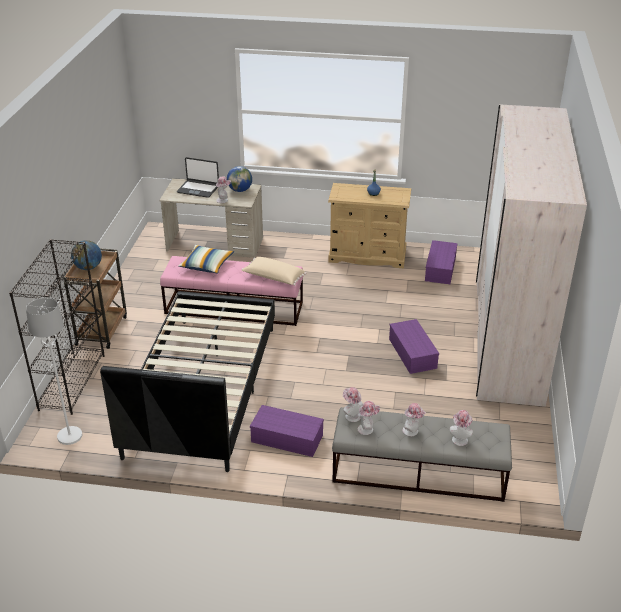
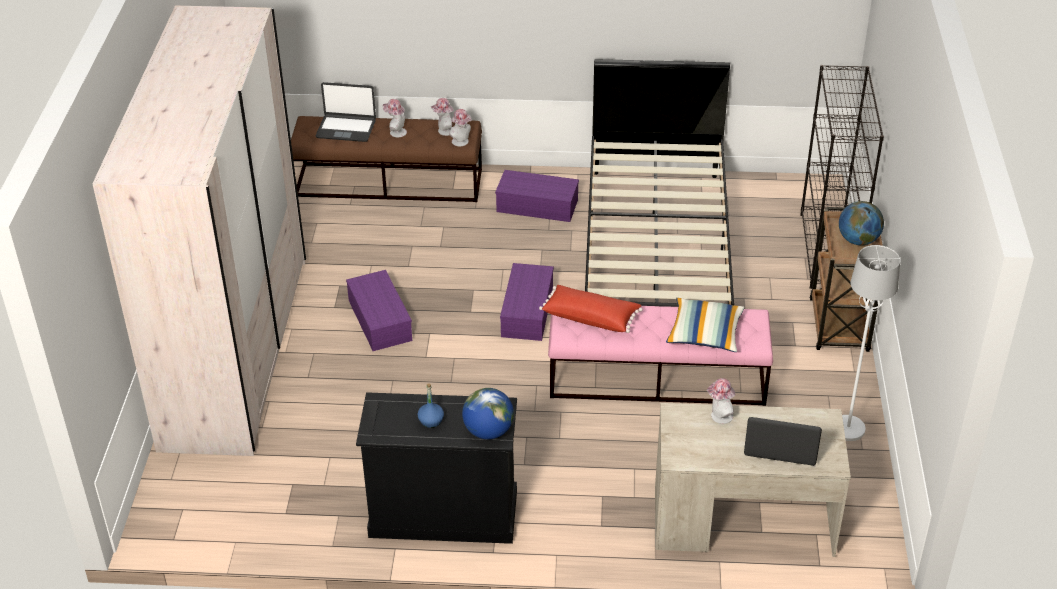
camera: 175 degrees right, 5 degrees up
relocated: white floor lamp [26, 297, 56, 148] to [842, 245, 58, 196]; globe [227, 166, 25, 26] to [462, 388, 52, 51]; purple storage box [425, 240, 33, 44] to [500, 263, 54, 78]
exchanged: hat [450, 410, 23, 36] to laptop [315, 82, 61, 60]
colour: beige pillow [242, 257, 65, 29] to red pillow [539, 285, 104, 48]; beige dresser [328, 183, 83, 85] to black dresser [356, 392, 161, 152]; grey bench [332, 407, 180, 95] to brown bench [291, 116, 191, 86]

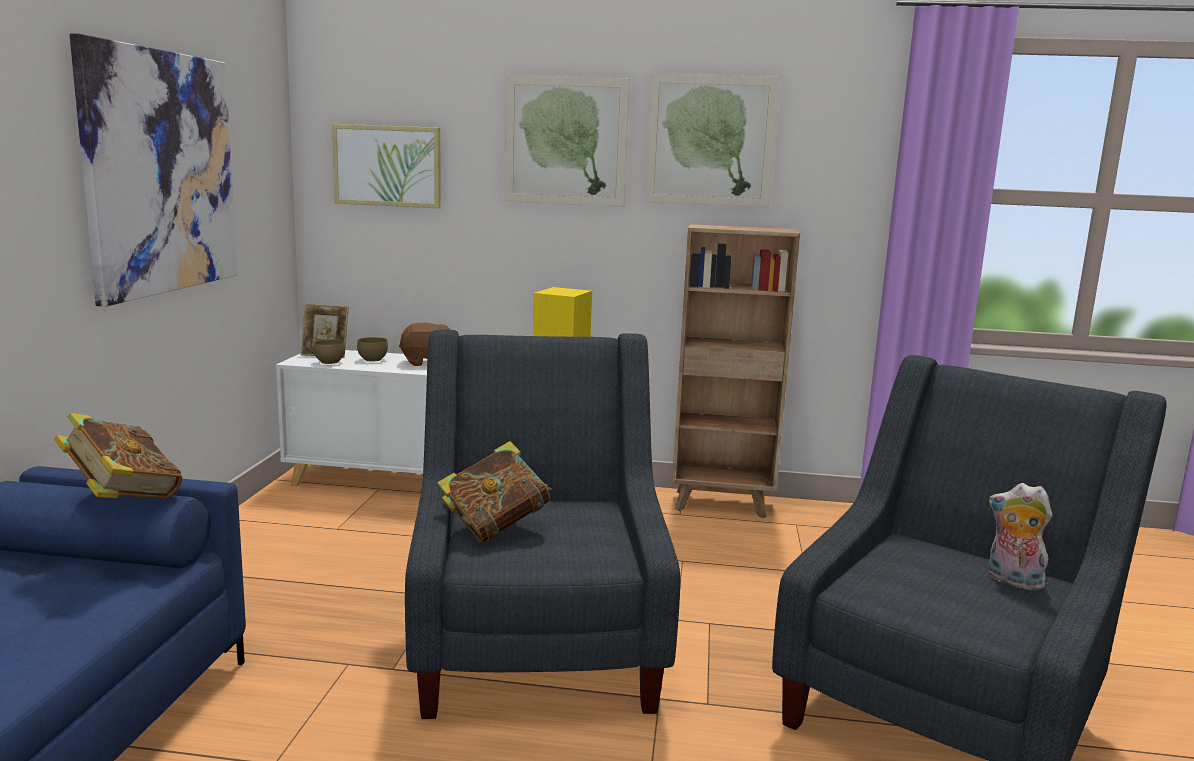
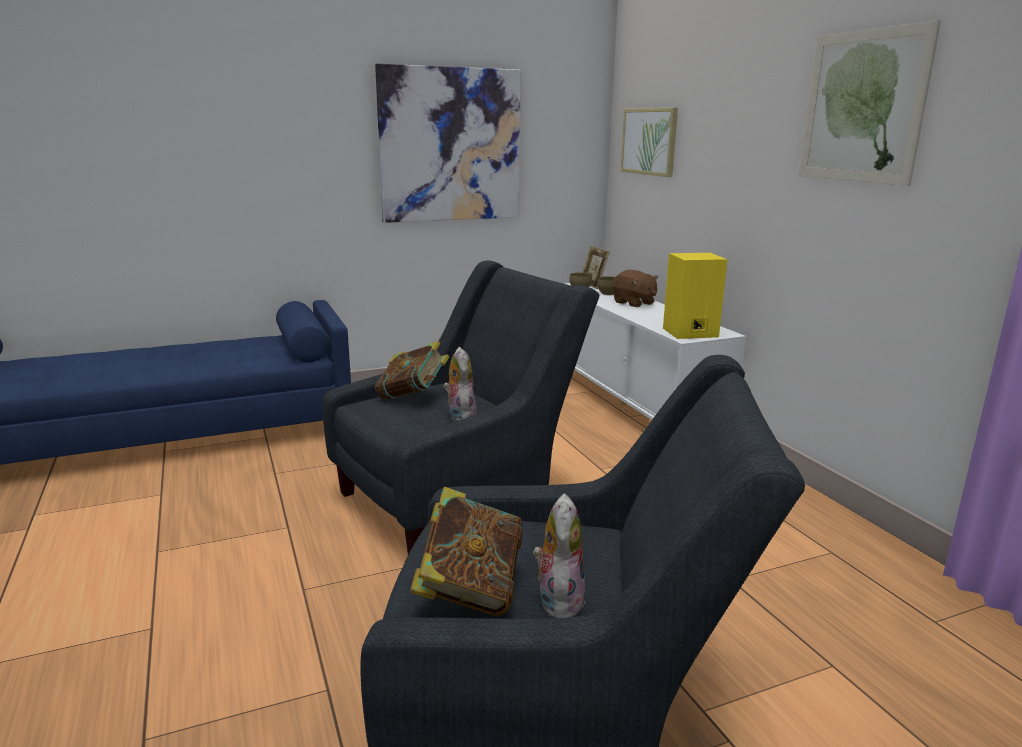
camera: 60 degrees right, 5 degrees up
missing: picture [504, 75, 126, 132]; brown bookcase [672, 224, 128, 294]
appeared: plush toy [443, 347, 34, 75]
relocated: book [54, 413, 128, 86] to [410, 487, 113, 129]

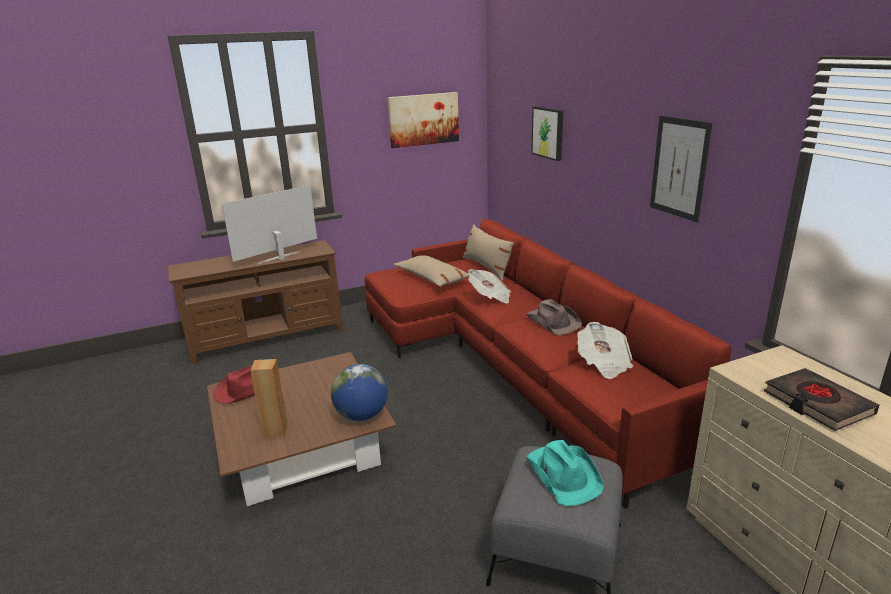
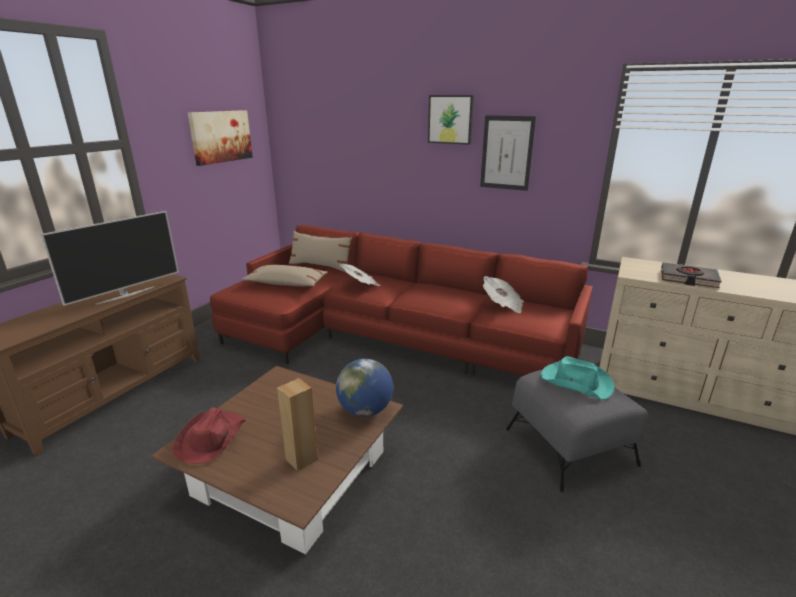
camera: 40 degrees left, 0 degrees up
missing: brown hat [526, 299, 56, 36]
relocated: picture [531, 106, 32, 55] to [428, 95, 46, 50]
spun: television [222, 185, 95, 79] = [41, 211, 138, 95] 150 degrees counterclockwise

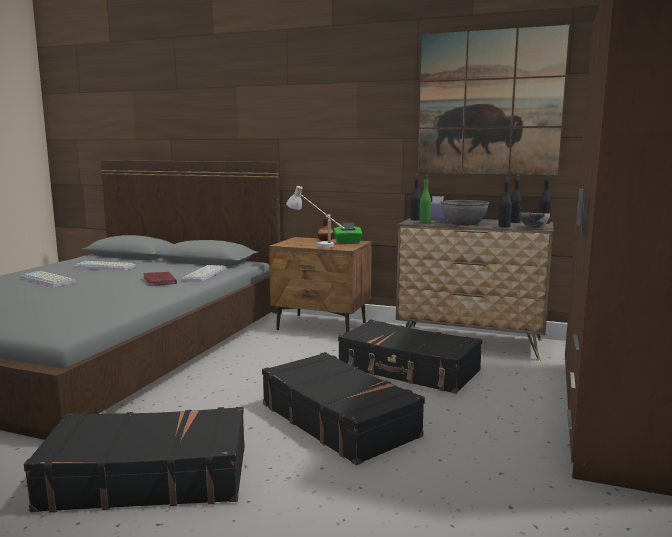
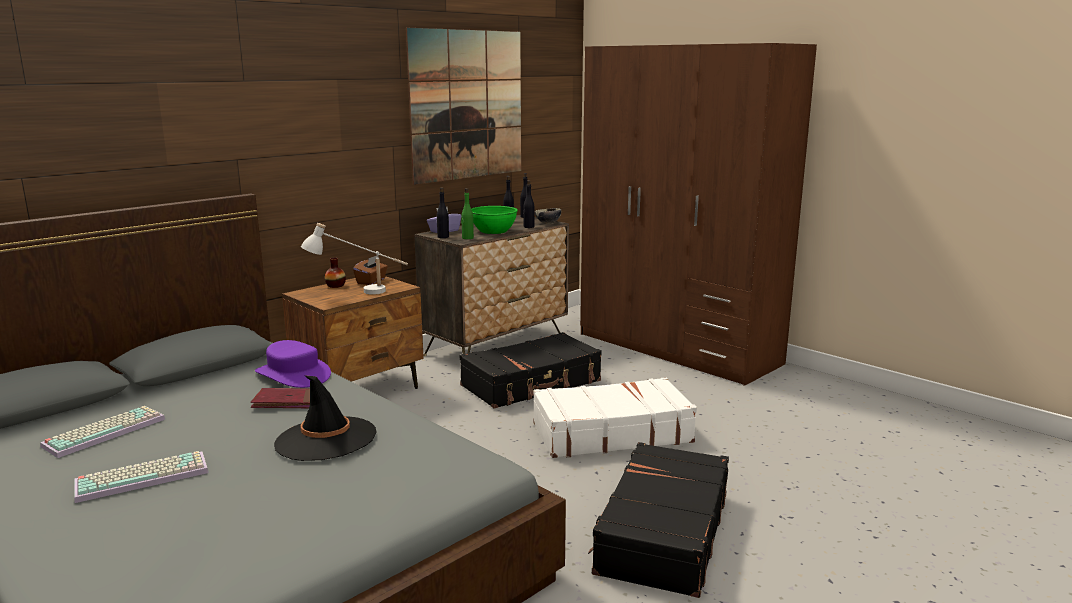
camera: 65 degrees left, 5 degrees up
appeared: black hat [274, 375, 103, 86]
exchanged: keyboard [181, 265, 45, 17] to purple hat [255, 340, 76, 48]
colour: black suitcase [262, 352, 163, 113] to white suitcase [534, 377, 163, 81]; green tissue box [334, 223, 28, 21] to brown tissue box [353, 255, 35, 30]; grey bowl [441, 200, 48, 25] to green bowl [471, 206, 47, 28]

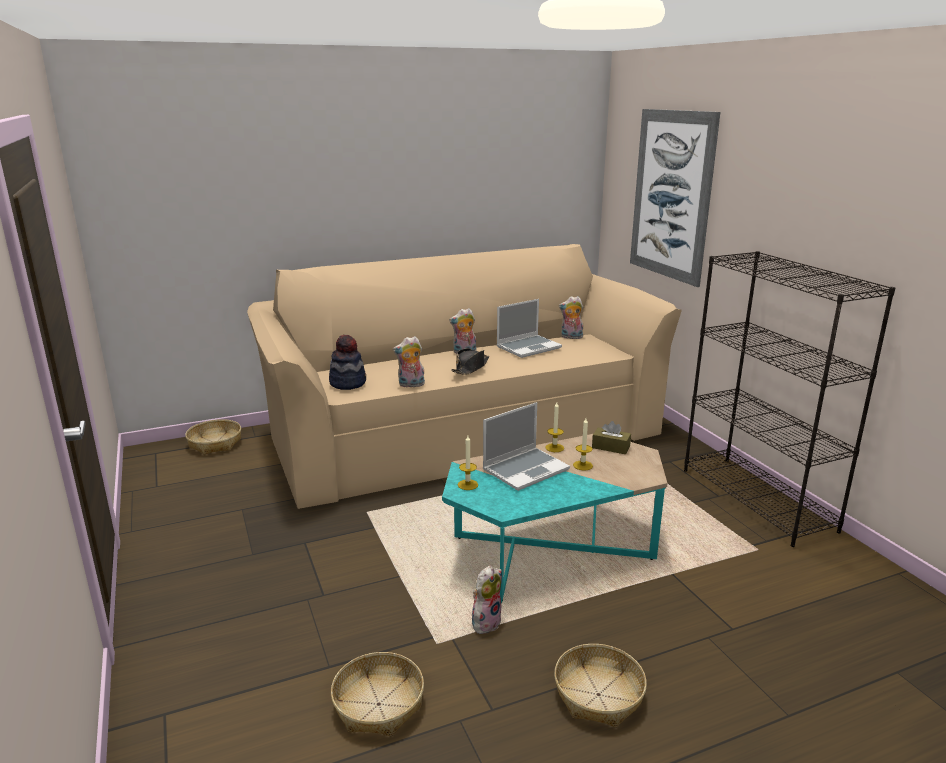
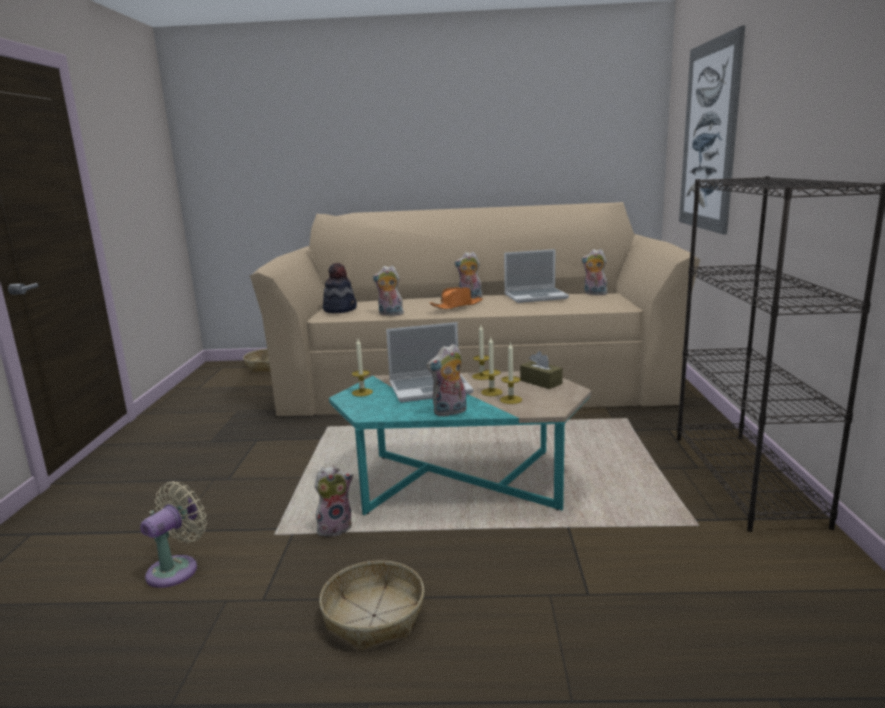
camera: 25 degrees right, 5 degrees down
appeared: plush toy [427, 344, 40, 72]; candle [500, 342, 22, 62]
exchanged: basket [331, 652, 93, 84] to beige fan [140, 481, 67, 107]
colour: black hat [451, 348, 38, 27] to orange hat [430, 287, 53, 22]

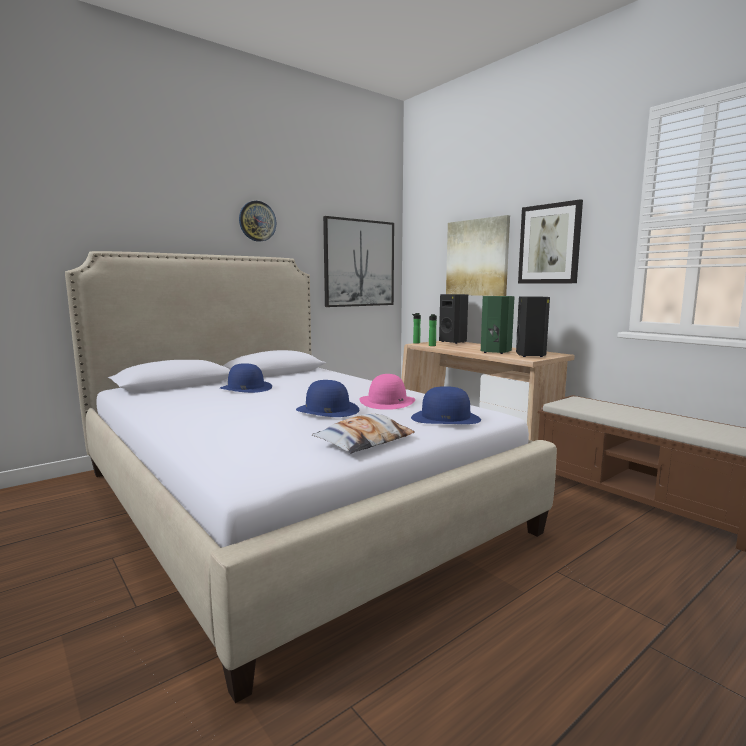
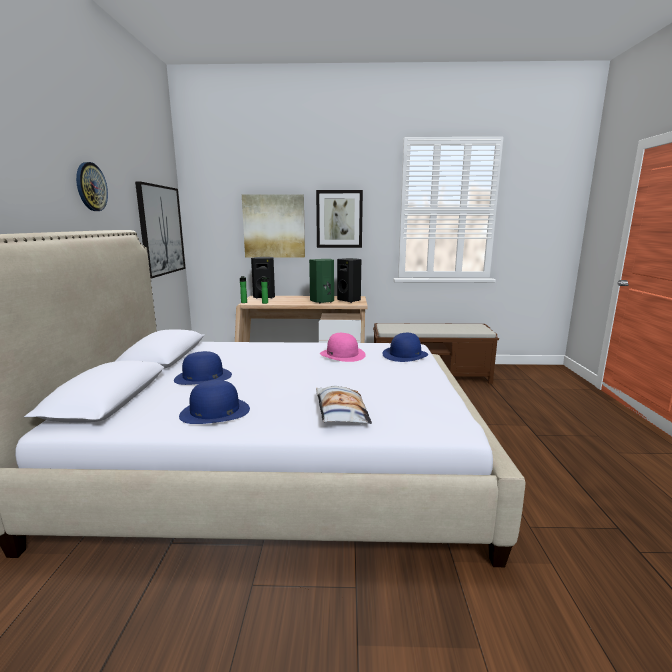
camera: 50 degrees left, 5 degrees up
relocated: blue hat [296, 380, 63, 37] to [179, 380, 71, 44]; pillow [312, 413, 103, 41] to [316, 386, 56, 38]

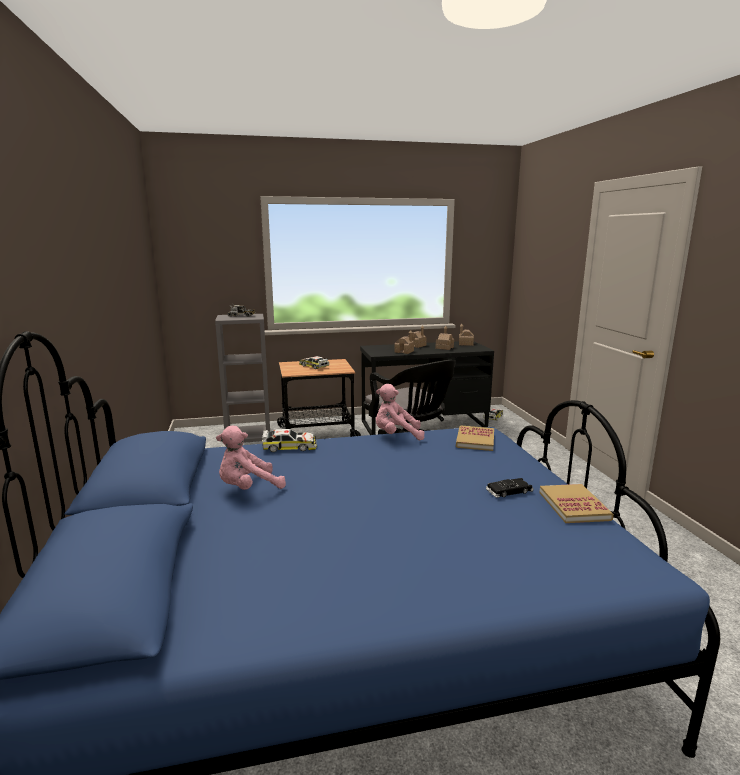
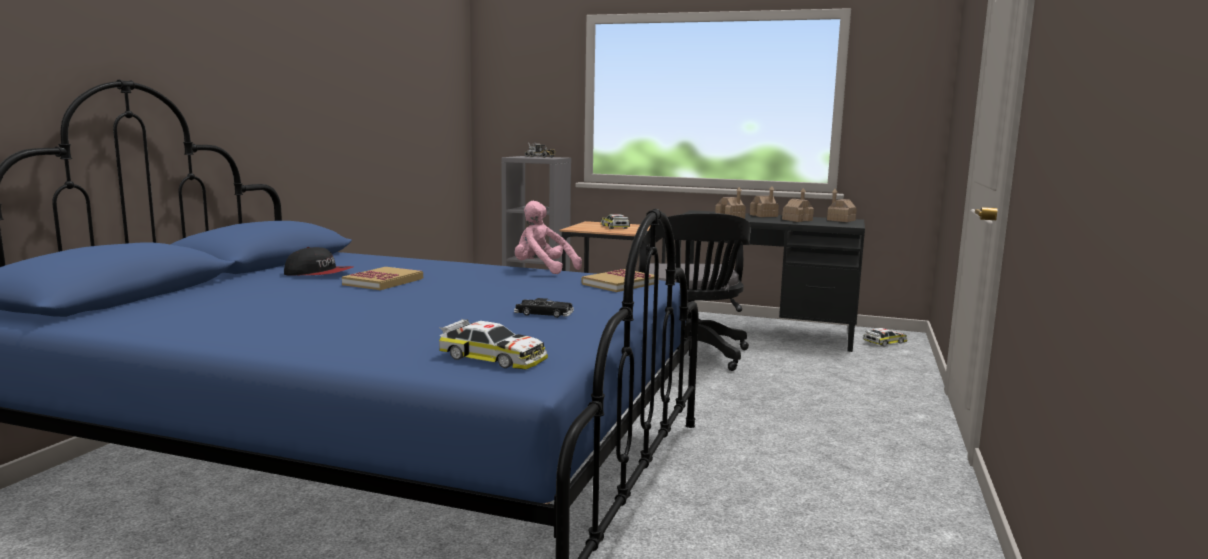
camera: 30 degrees right, 5 degrees down
relocated: toy car [261, 429, 56, 23] to [439, 319, 109, 51]; book [539, 484, 75, 39] to [342, 267, 81, 23]
exchanged: pink plush toy [216, 426, 70, 64] to cap [284, 247, 69, 29]

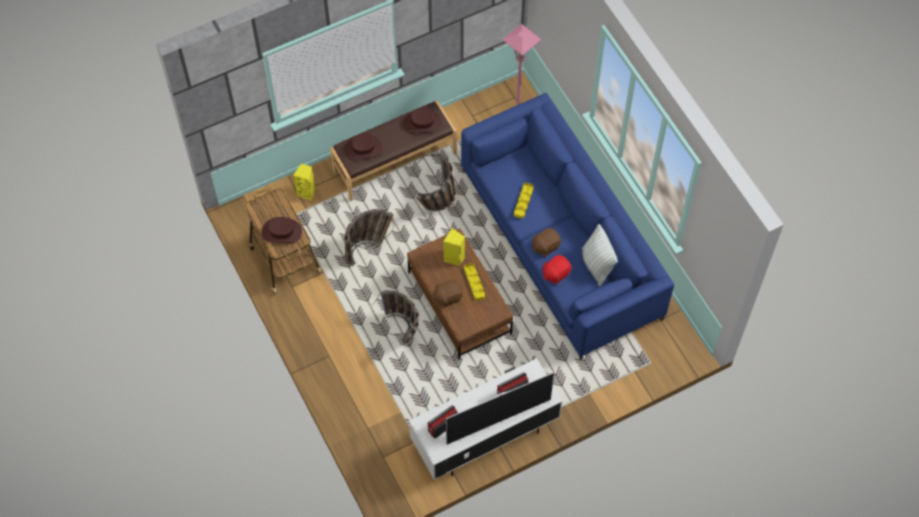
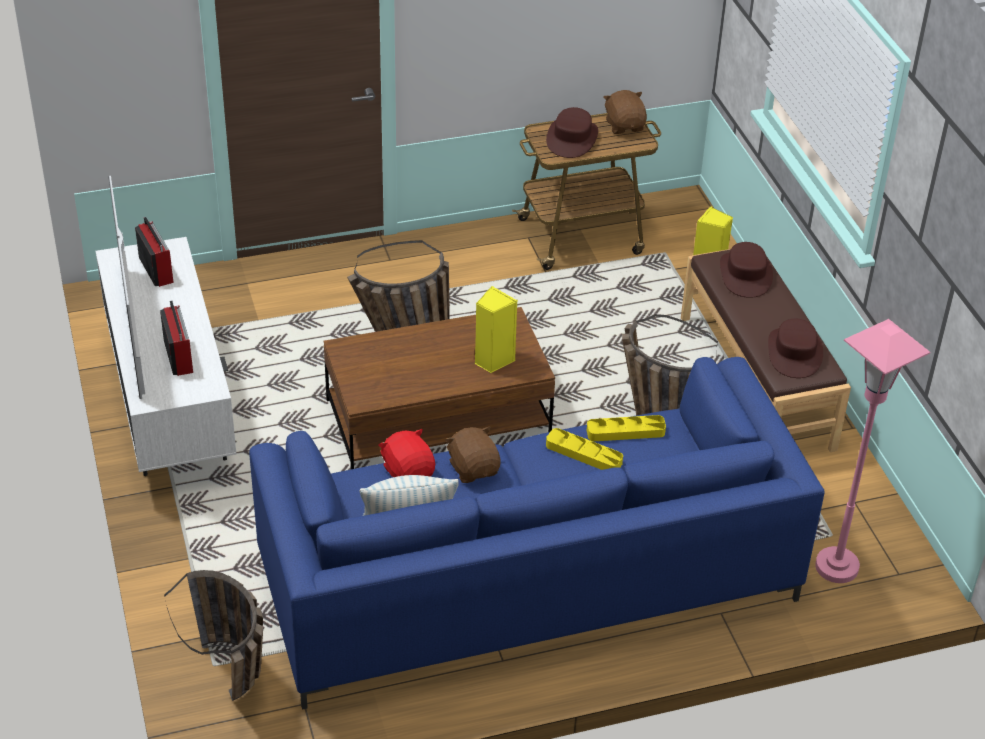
camera: 100 degrees right, 20 degrees down
relocated: basket [345, 209, 49, 58] to [164, 570, 99, 131]; brown plush toy [433, 279, 30, 29] to [604, 90, 43, 44]; yellow tray [464, 263, 21, 38] to [587, 415, 79, 26]

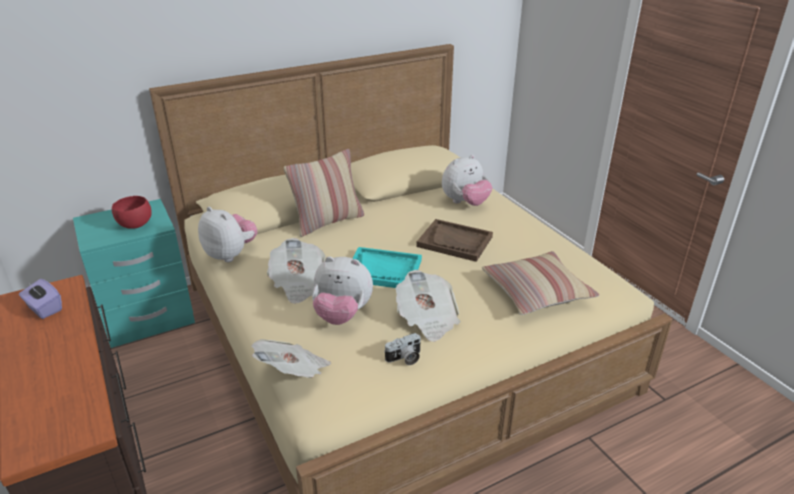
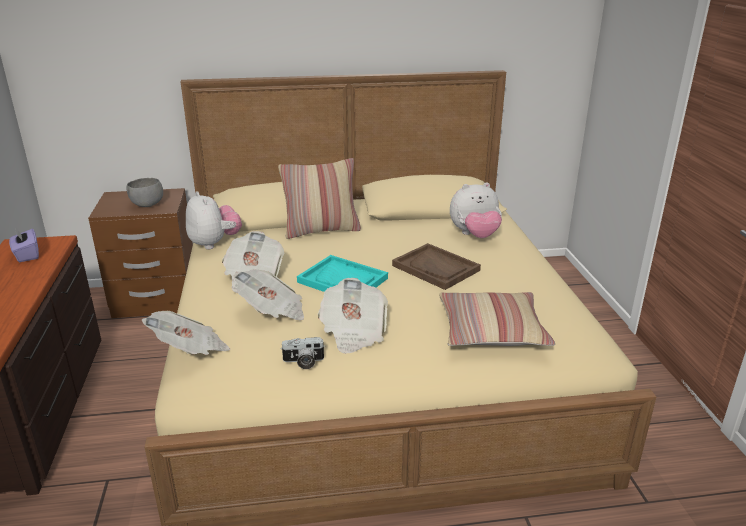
camera: 20 degrees right, 5 degrees down
exchanged: plush toy [312, 256, 61, 69] to newspaper [234, 270, 70, 50]
colour: turquoise nightstand [73, 199, 122, 149] to brown nightstand [88, 188, 105, 130]; red bowl [112, 196, 40, 33] to grey bowl [127, 178, 36, 29]

